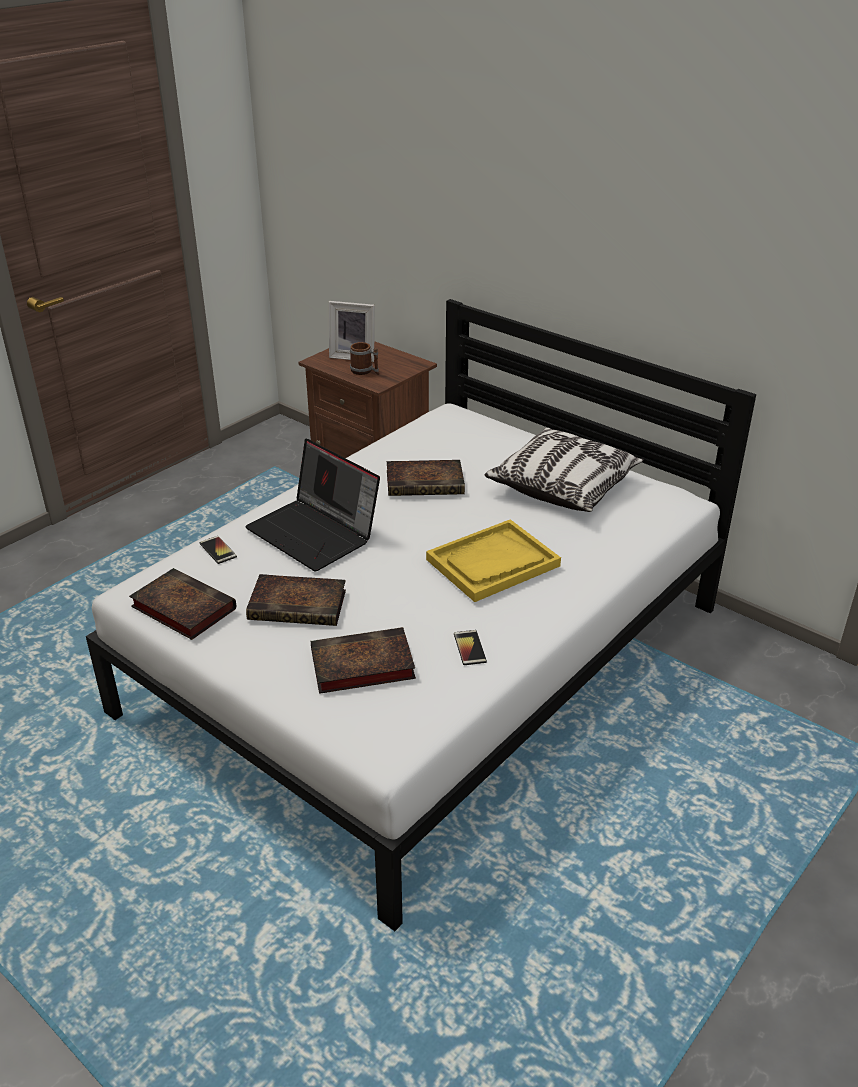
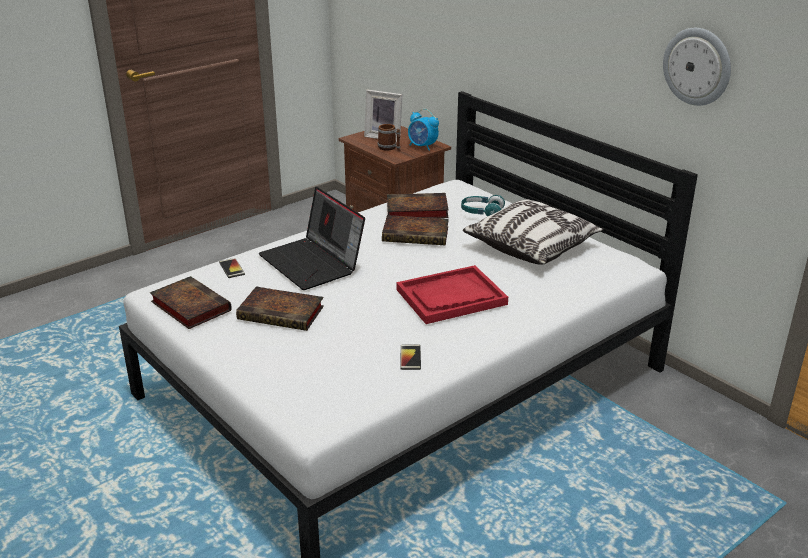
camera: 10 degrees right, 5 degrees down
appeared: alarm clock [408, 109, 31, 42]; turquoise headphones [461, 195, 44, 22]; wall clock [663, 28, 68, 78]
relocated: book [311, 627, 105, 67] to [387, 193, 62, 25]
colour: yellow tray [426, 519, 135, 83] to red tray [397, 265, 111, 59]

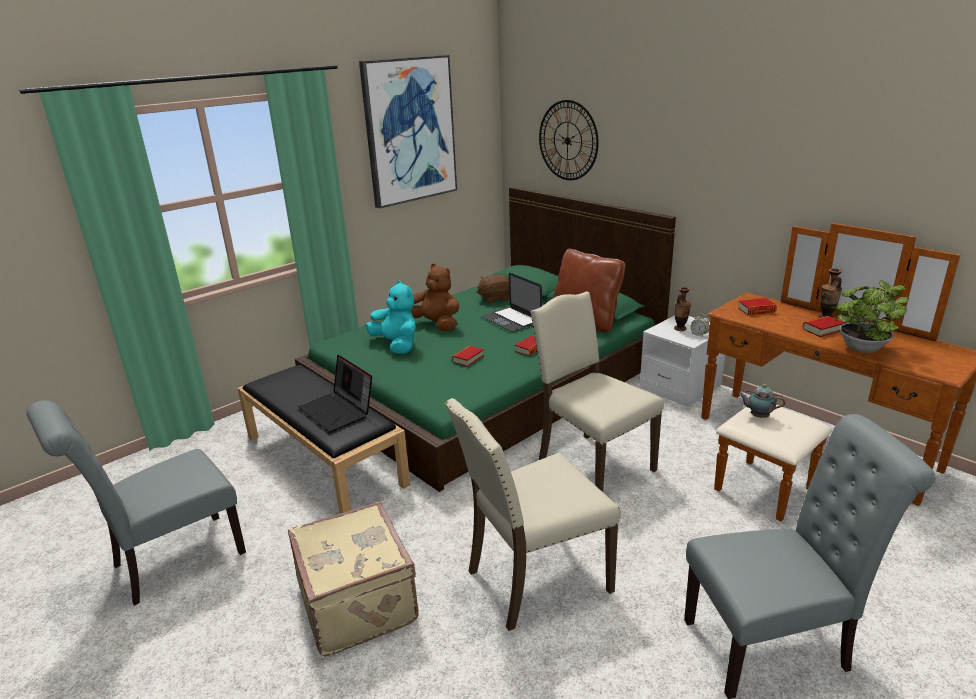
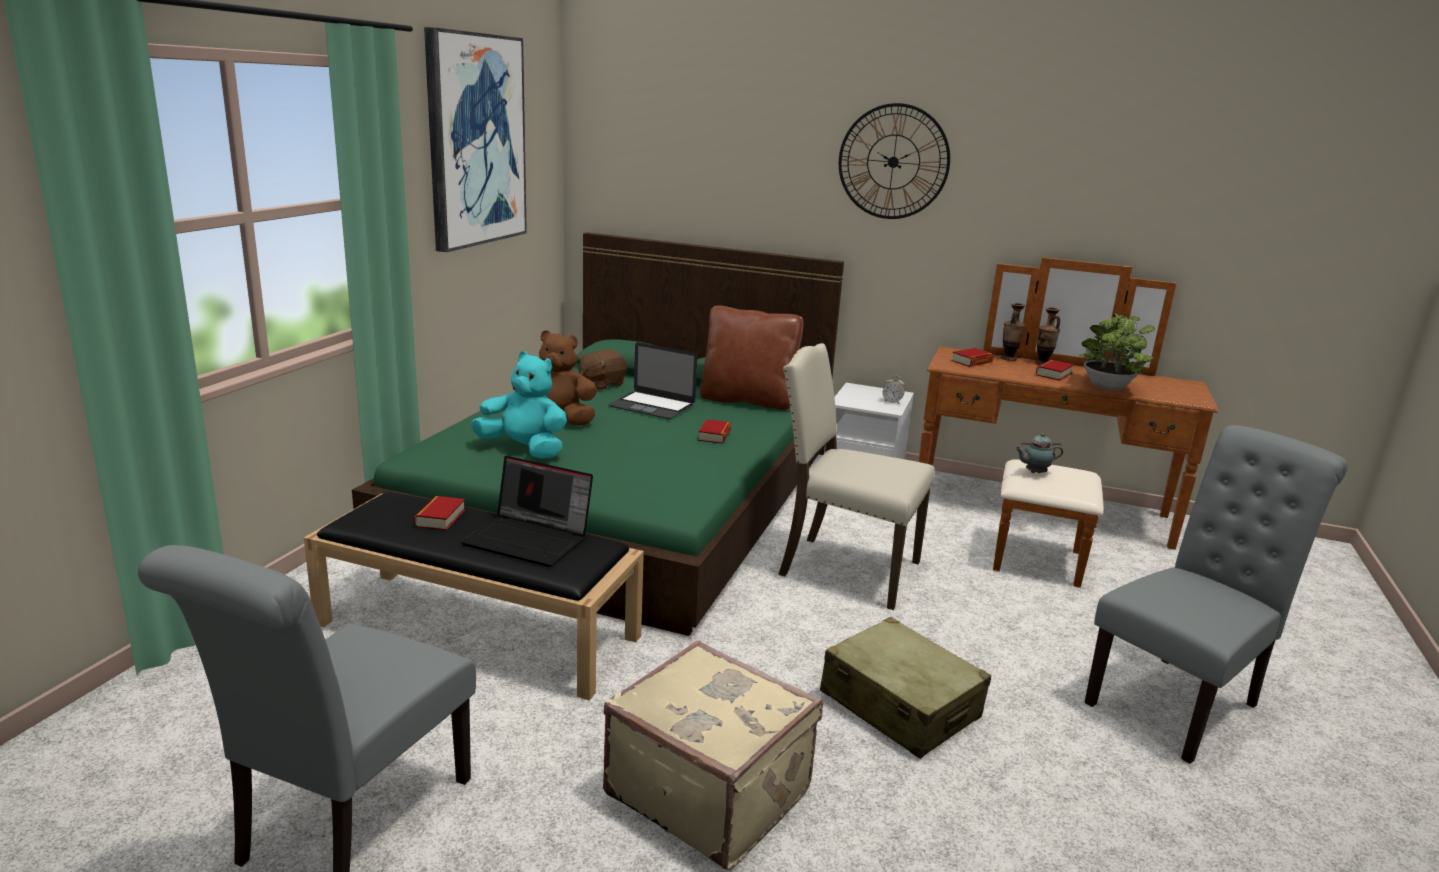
camera: 30 degrees left, 5 degrees down
relocated: book [452, 346, 32, 21] to [414, 496, 51, 34]; wall clock [539, 100, 59, 80] to [839, 103, 111, 116]; vase [674, 287, 17, 44] to [1001, 303, 24, 58]
exchanged: beige chair [445, 398, 176, 233] to beige suitcase [820, 617, 171, 142]

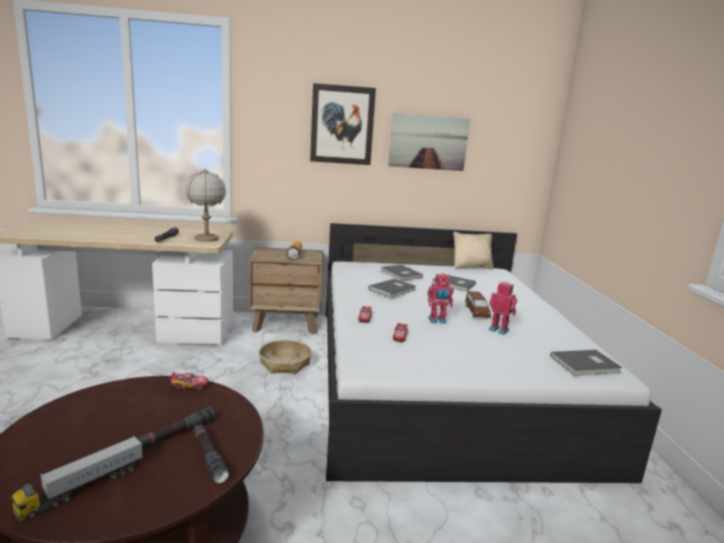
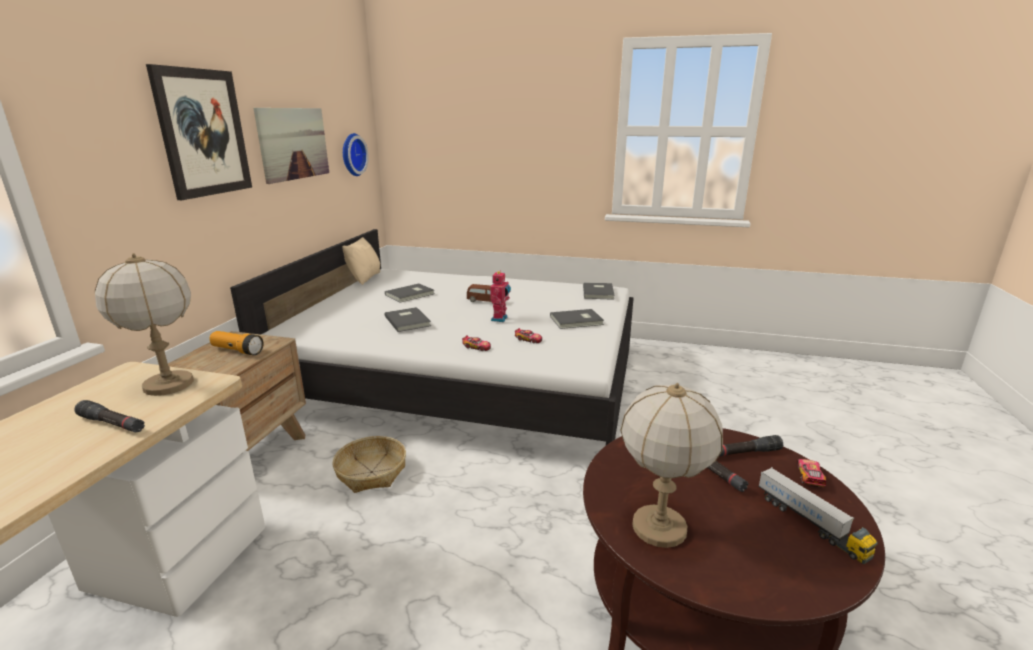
camera: 70 degrees left, 5 degrees up
missing: toy robot [489, 281, 28, 54]
appeared: wall clock [343, 133, 26, 43]; table lamp [620, 383, 103, 165]
relocated: toy car [170, 372, 38, 18] to [797, 459, 29, 28]; grey book [381, 265, 42, 16] to [550, 309, 54, 20]

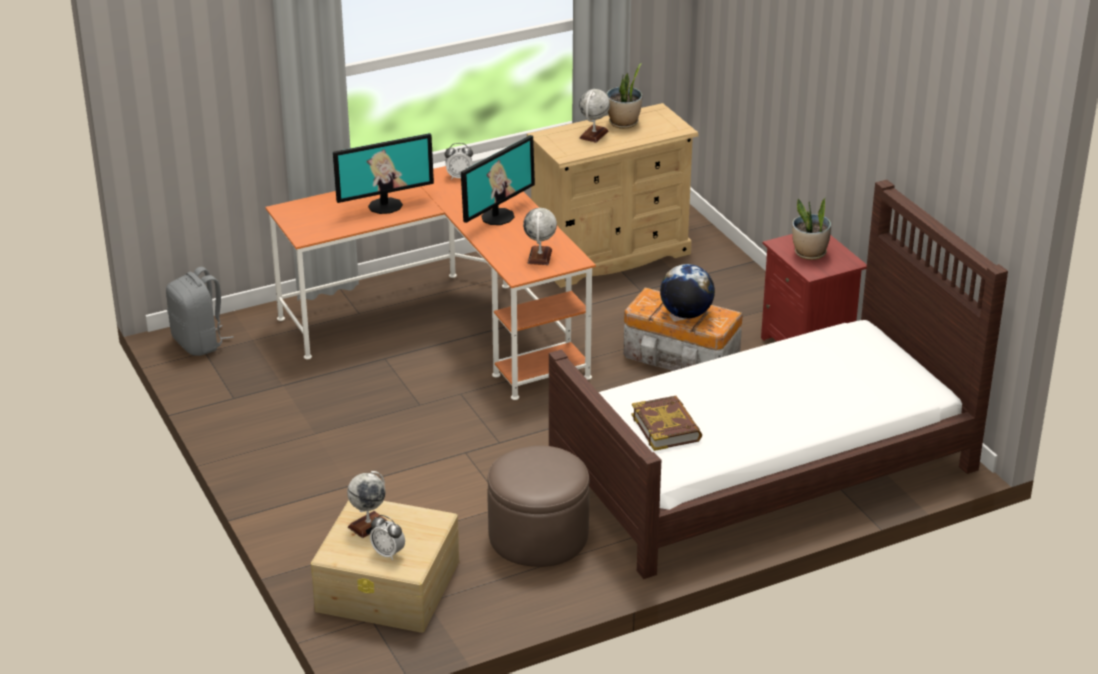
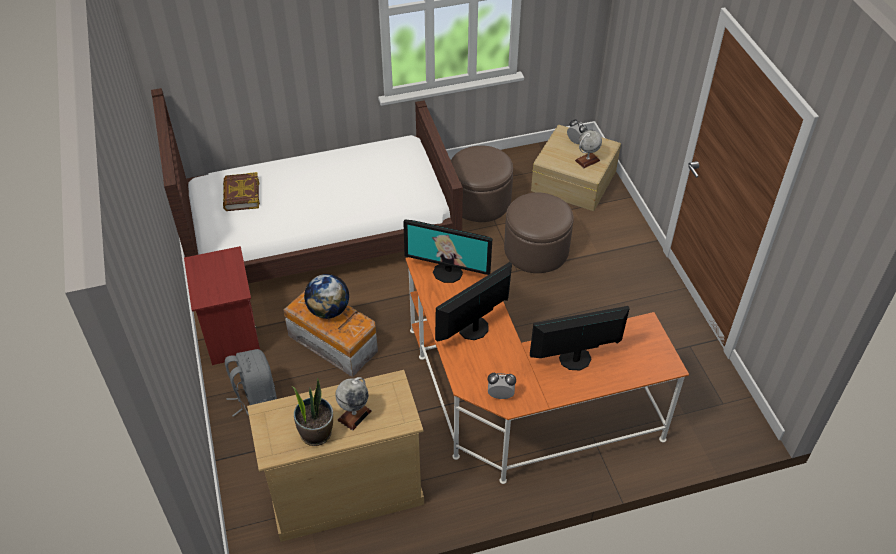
camera: 170 degrees left, 15 degrees up
missing: potted plant [792, 197, 39, 63]
appeared: brown ottoman [504, 193, 70, 80]
relocated: grey backpack [166, 267, 68, 89] to [225, 349, 52, 68]; book [632, 396, 70, 55] to [223, 172, 37, 39]
exchanged: globe [523, 208, 34, 57] to monitor [403, 219, 90, 64]

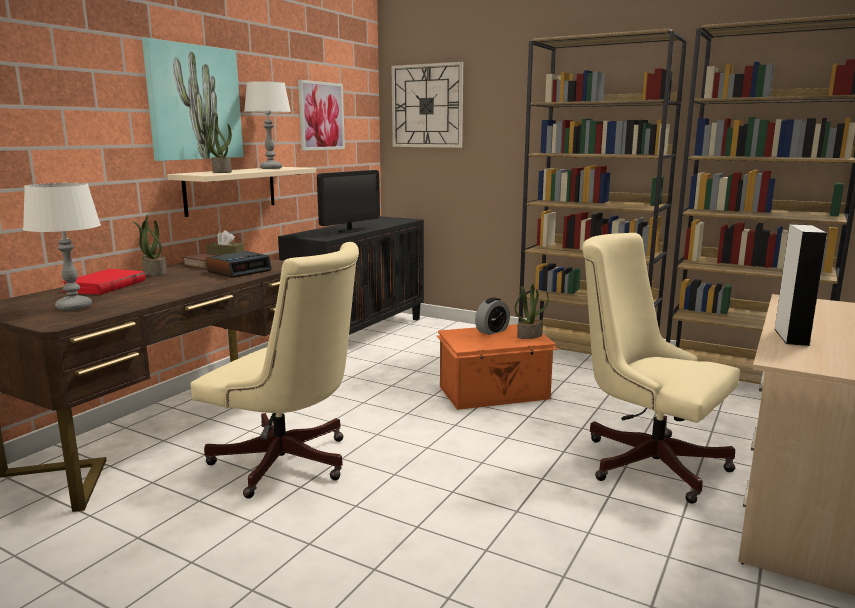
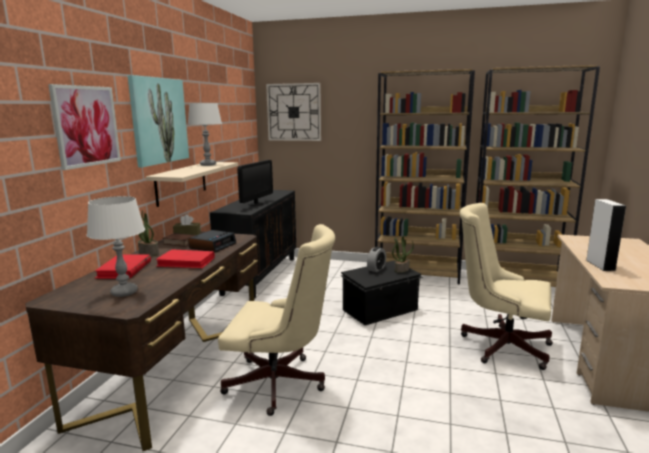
camera: 15 degrees left, 0 degrees up
missing: potted plant [202, 117, 30, 56]
appeared: red book [156, 249, 59, 20]
relocated: picture [298, 80, 47, 71] to [48, 84, 73, 86]
colour: orange storage box [437, 324, 122, 86] to black storage box [341, 260, 82, 65]

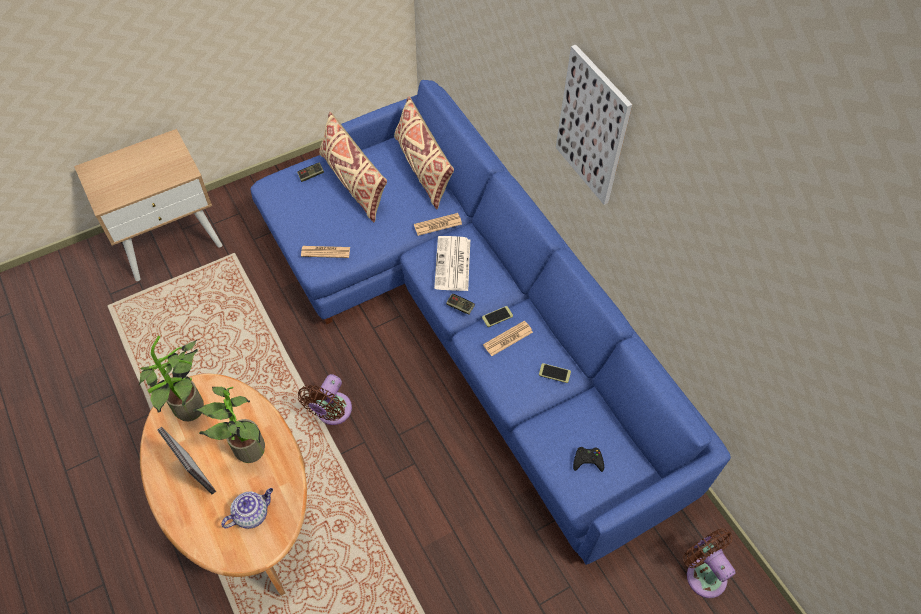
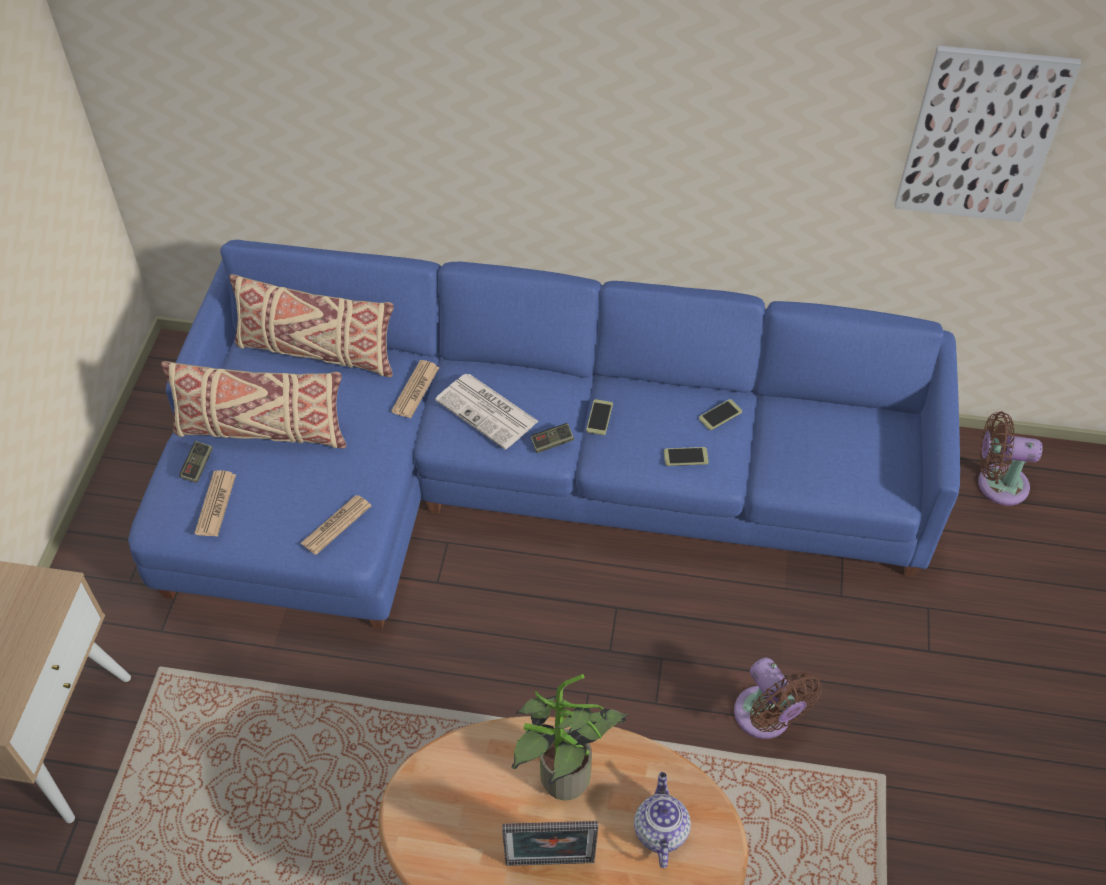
camera: 50 degrees left, 5 degrees down
missing: potted plant [139, 335, 65, 86]; black game controller [573, 447, 31, 25]
appeared: phone [664, 447, 45, 19]
relocated: brown fan [298, 374, 54, 51] to [734, 657, 88, 82]; newspaper [483, 321, 50, 35] to [195, 470, 41, 67]; picture [556, 44, 76, 161] to [895, 45, 186, 177]

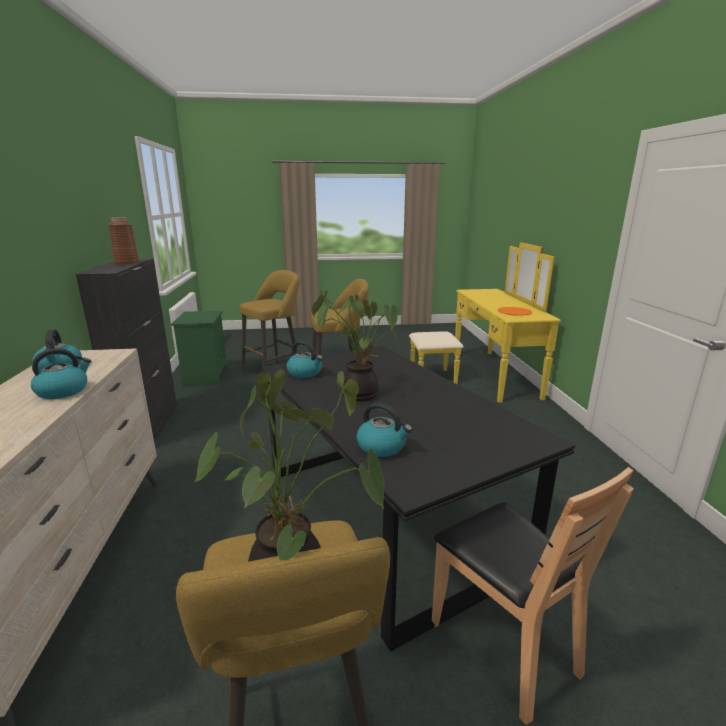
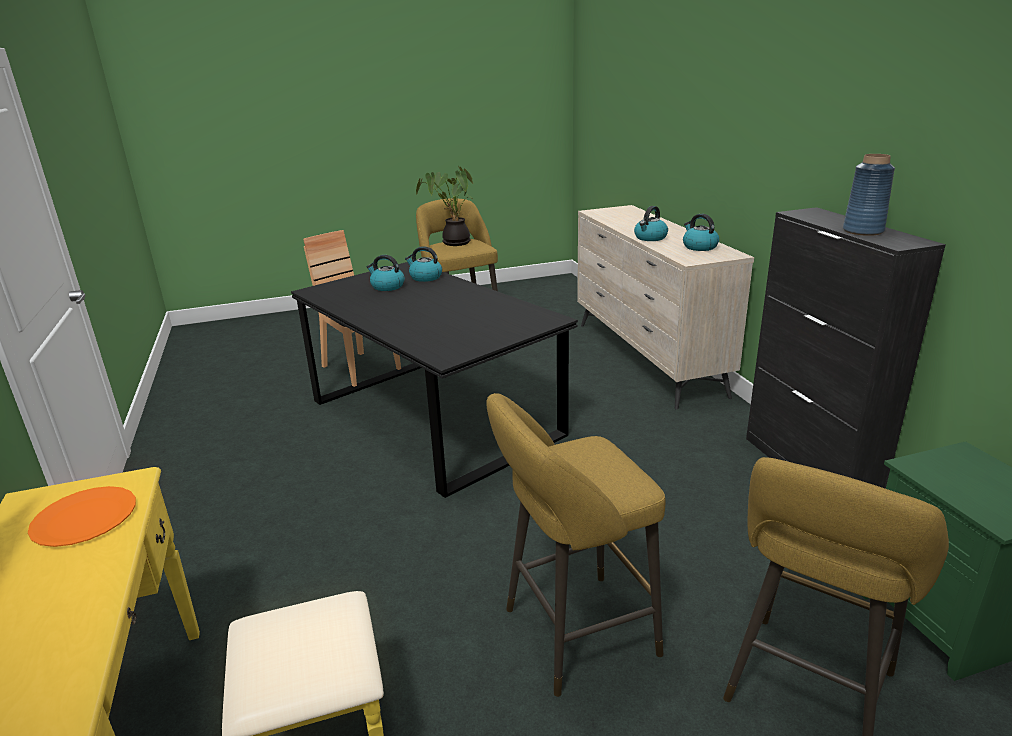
camera: 170 degrees right, 5 degrees up
missing: potted plant [312, 290, 86, 111]
relocated: kettle [287, 341, 36, 37] to [367, 255, 38, 36]
colour: brown vase [109, 217, 30, 48] to blue vase [843, 154, 52, 82]

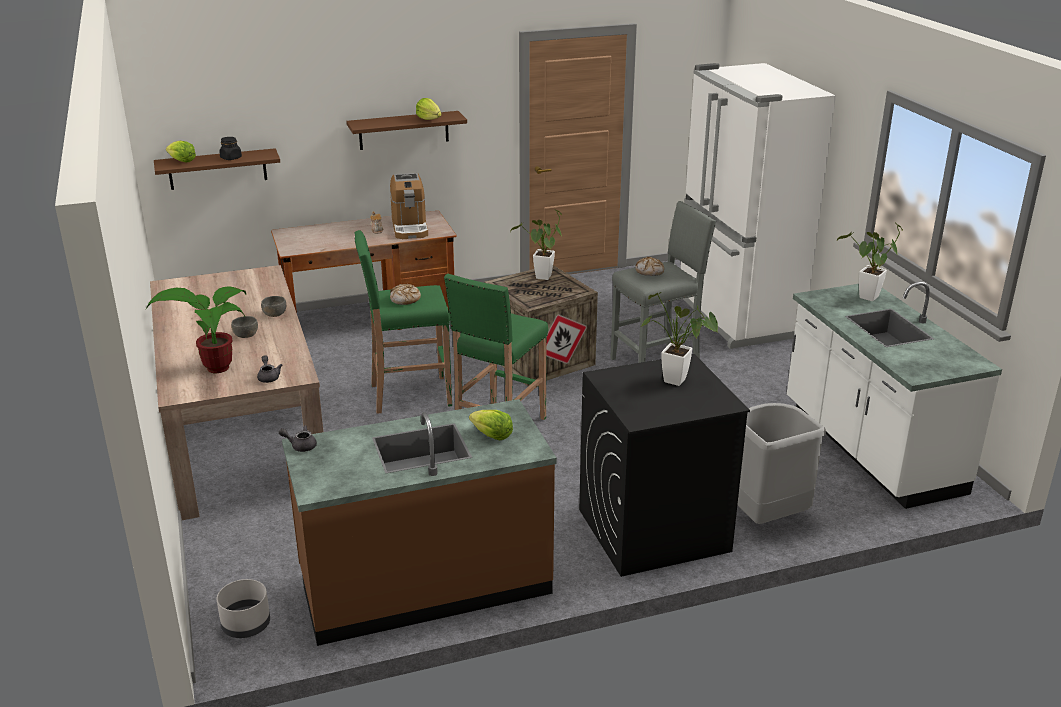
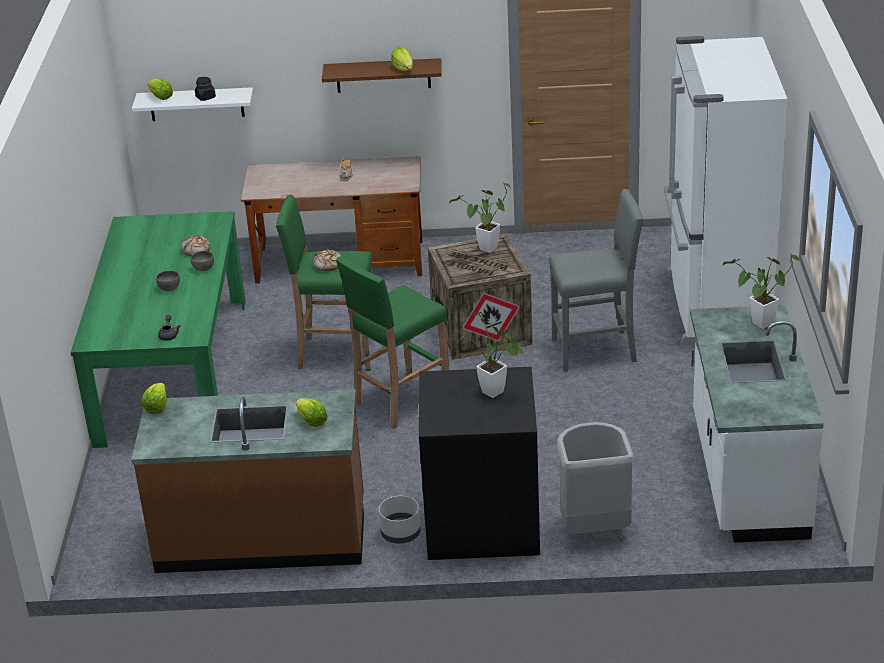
camera: 20 degrees right, 5 degrees up
missing: potted plant [146, 286, 100, 87]; coffee machine [390, 173, 38, 66]
relocated: grey planter [217, 579, 53, 59] to [379, 496, 42, 47]; bread [635, 257, 29, 19] to [181, 235, 29, 21]
exchanged: grey teapot [279, 425, 38, 27] to lettuce [141, 383, 26, 31]
colour: beige dining table [150, 265, 173, 255] to green dining table [71, 211, 175, 237]; brown shelf [154, 148, 126, 42] to white shelf [132, 87, 121, 34]

